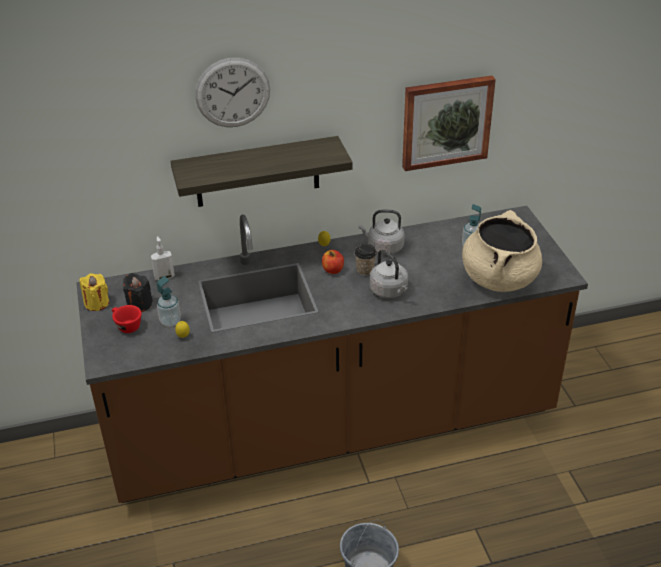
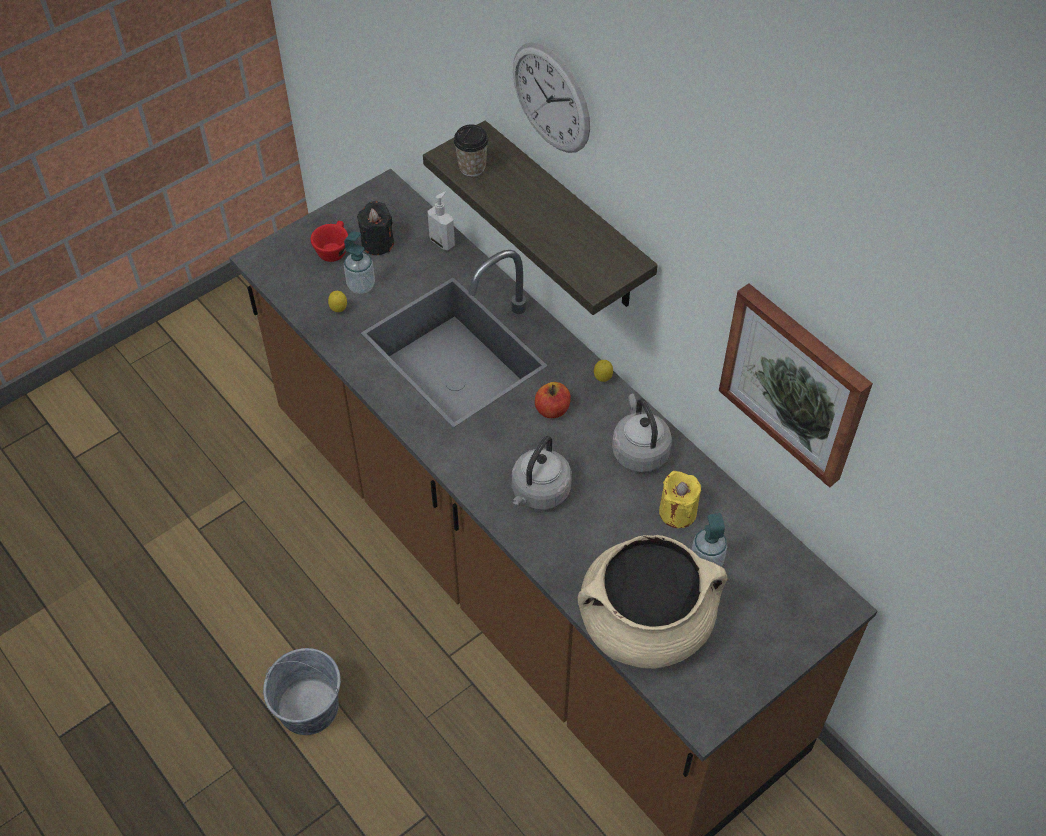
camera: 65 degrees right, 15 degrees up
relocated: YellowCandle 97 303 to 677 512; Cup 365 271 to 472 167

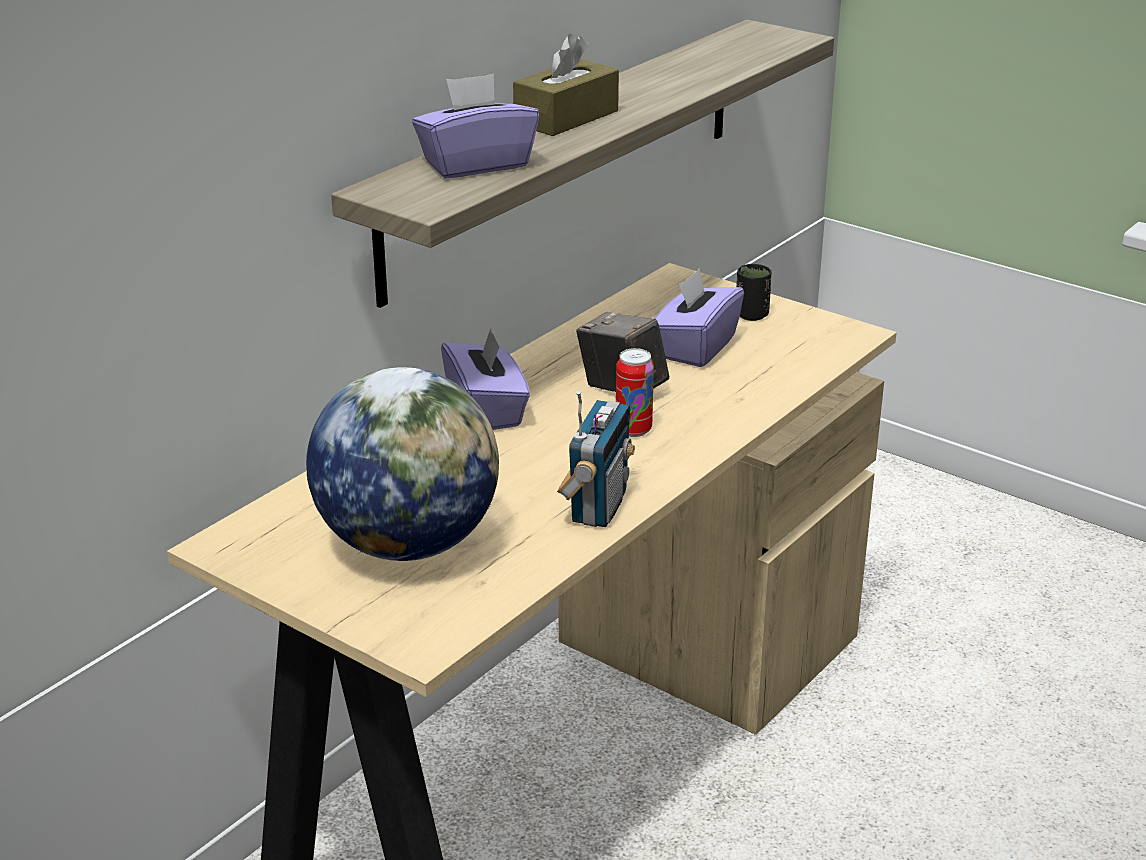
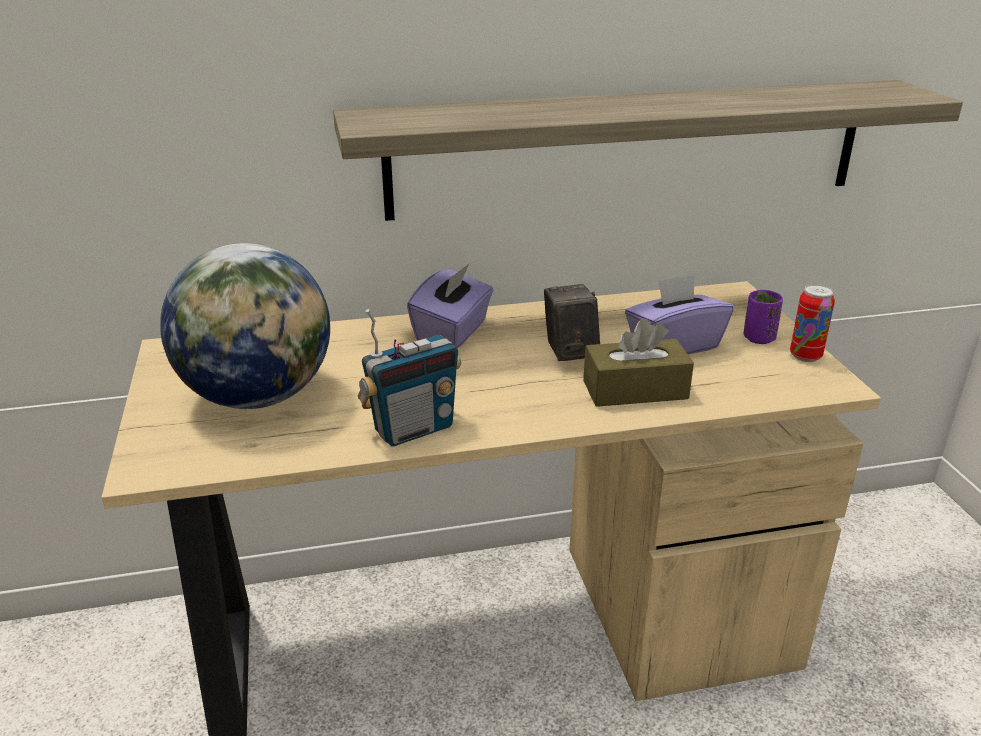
camera: 40 degrees right, 0 degrees up
missing: PurpleTissueBox 476 164
relocated: BrownTissueBox 566 117 to 635 390; Can 633 430 to 805 356
colour: BlackCup 751 315 to PurpleCup 758 338

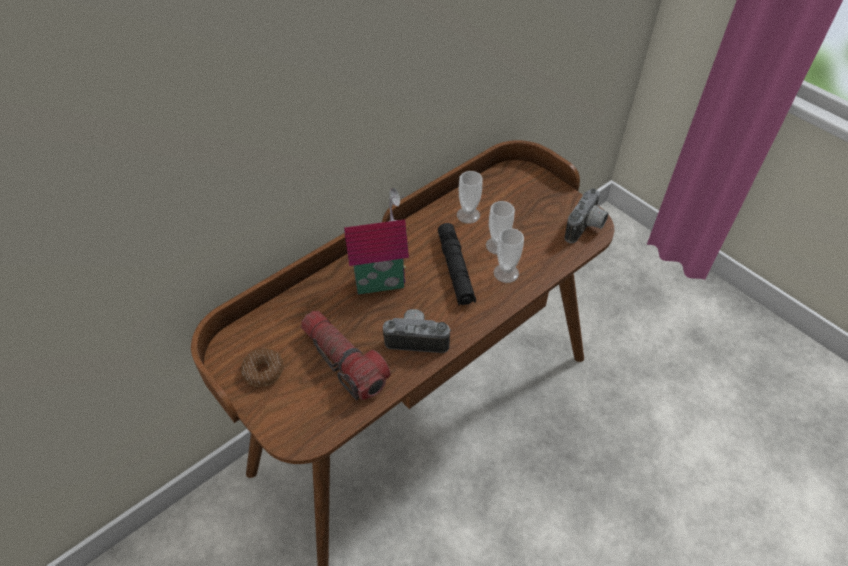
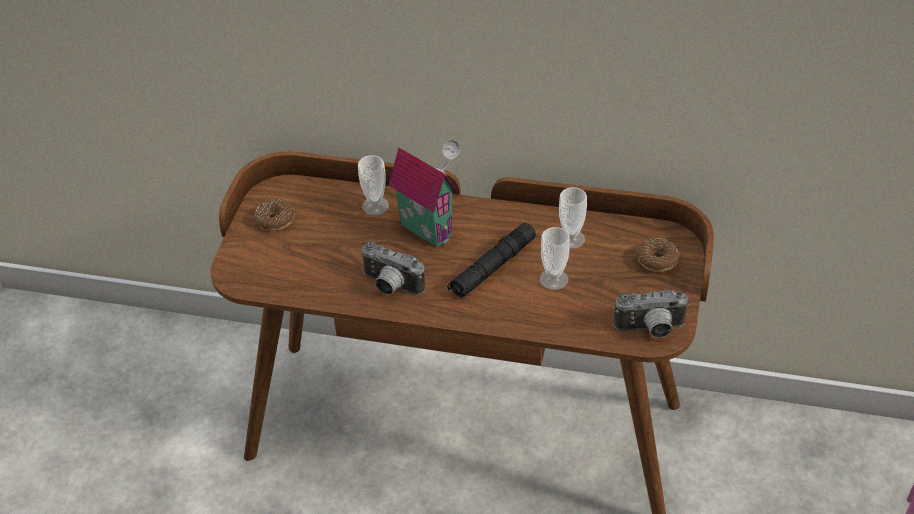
camera: 55 degrees right, 5 degrees down
missing: Flashlight 344 361
appeared: Donut 657 260
relocated: Cup 506 273 to 375 206
spun: PhotoCamera 417 338 = 390 286 150 degrees clockwise

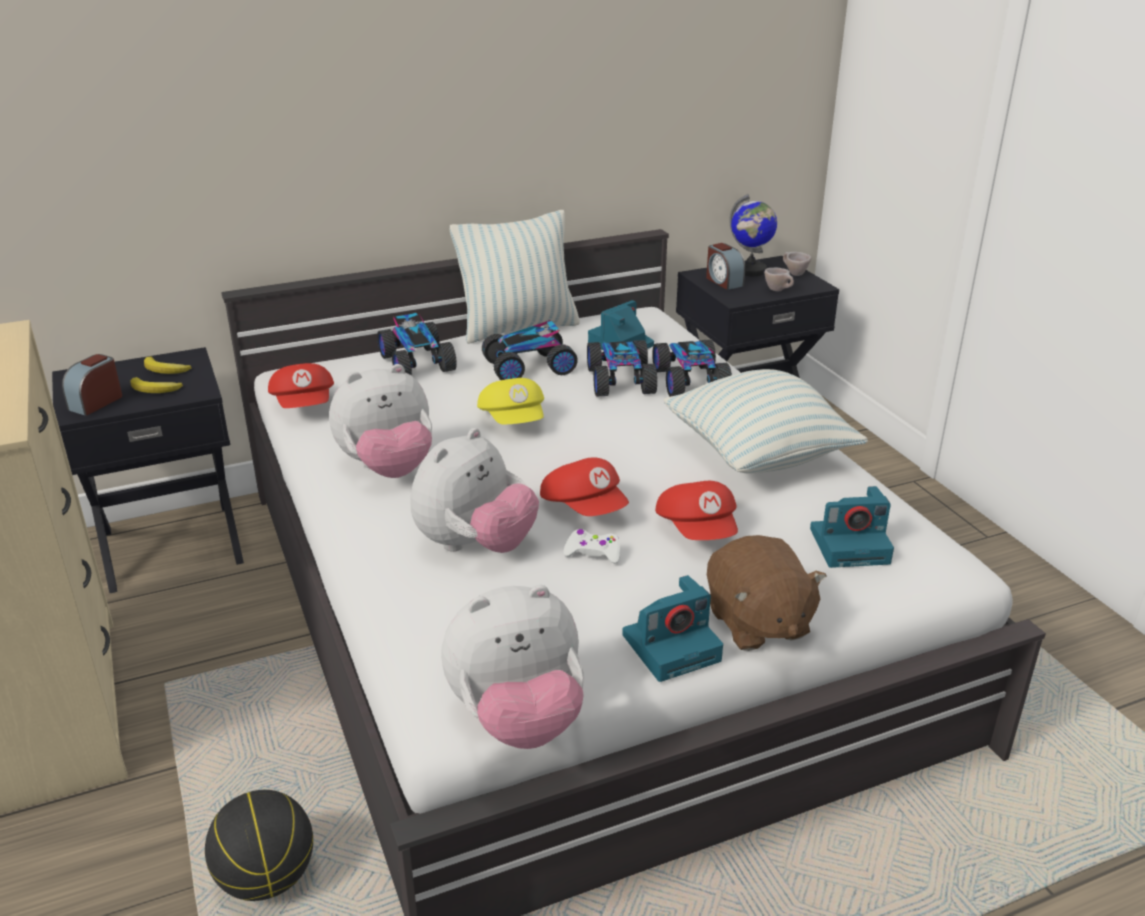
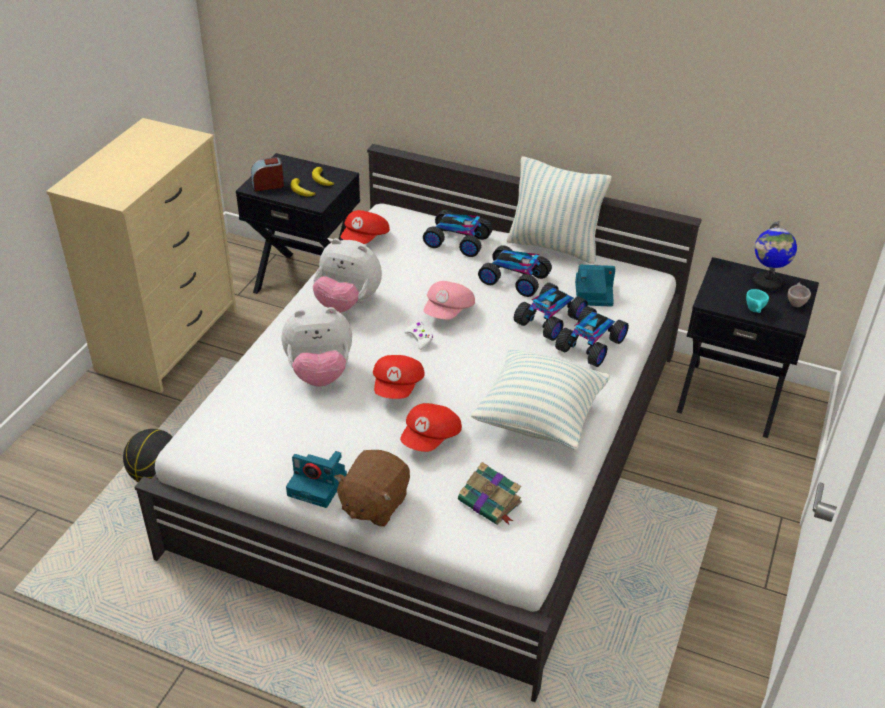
camera: 45 degrees right, 10 degrees up
missing: PlushToy 518 720; AlarmClock 723 281
relocated: WhiteGameController 593 552 to 419 338
exchanged: PhotoCamera 851 545 to Book 490 502
colour: YellowCap 514 421 to PinkCap 449 311; BeigeCup 779 290 to TurquoiseCup 755 311
spun: ToyCar 416 363 = 457 241 90 degrees clockwise

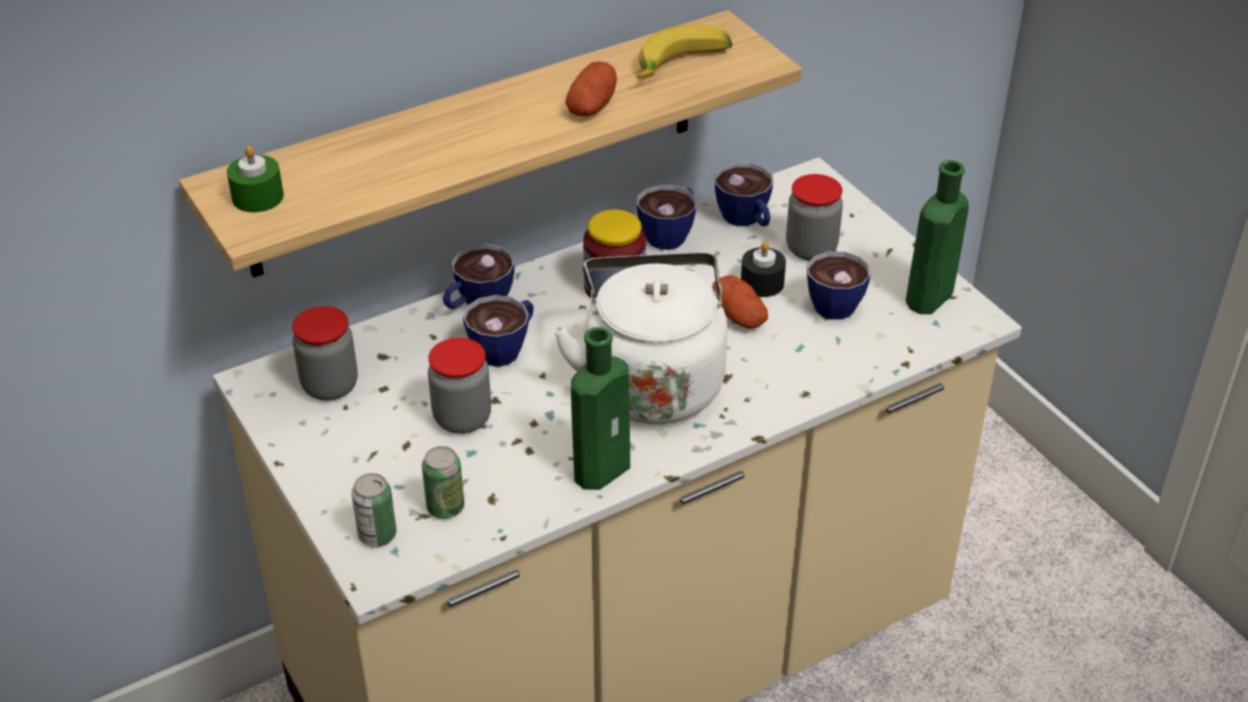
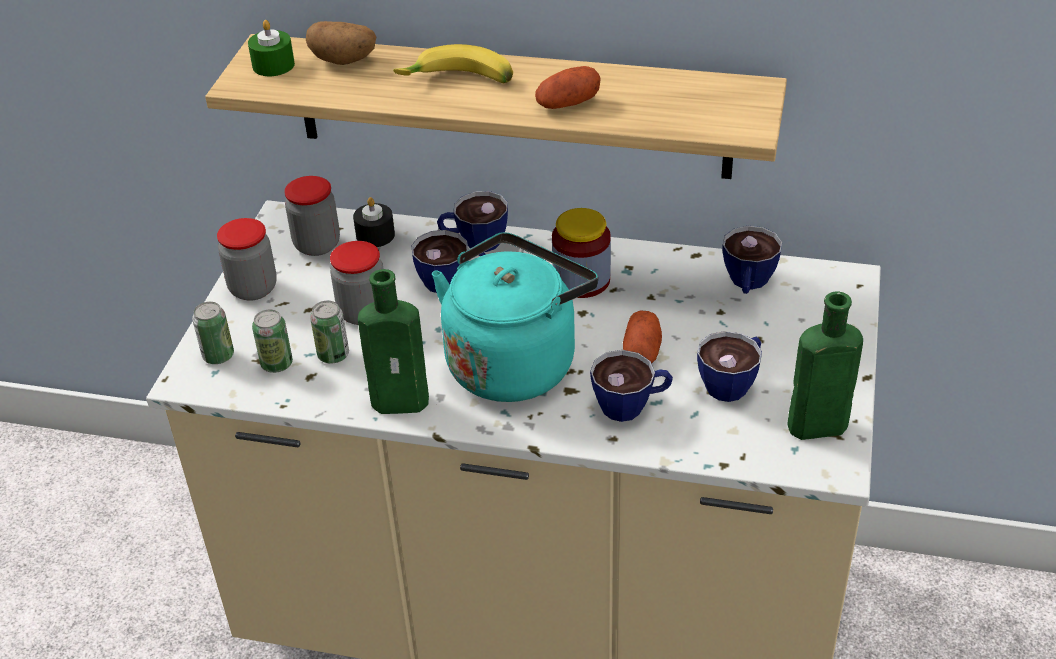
camera: 45 degrees right, 0 degrees up
appeared: Potato 344 60; Can 333 355
relocated: Banana 682 67 to 458 82; Cup 671 233 to 632 405; BlackCandle 762 283 to 375 235; Jar 811 249 to 253 288
colour: WhiteKettle 651 381 to TurquoiseKettle 515 362

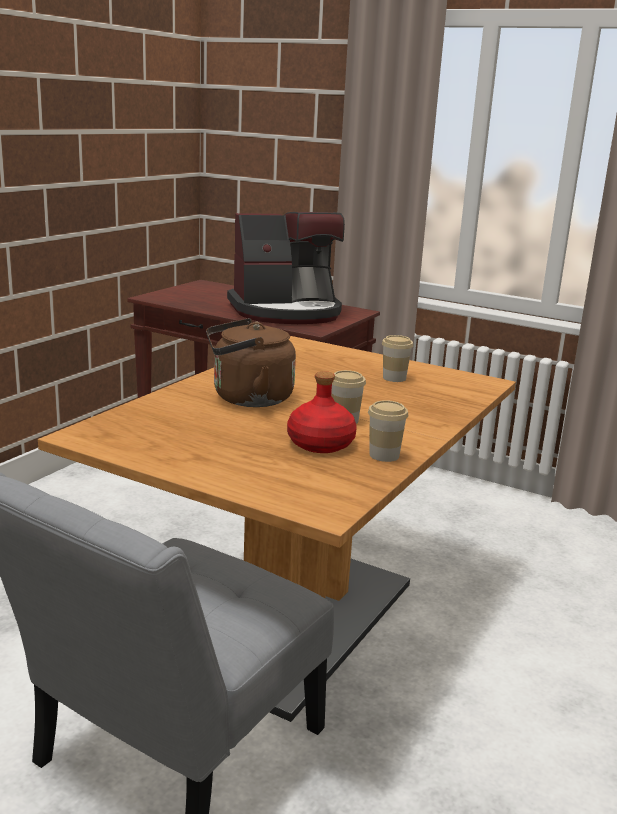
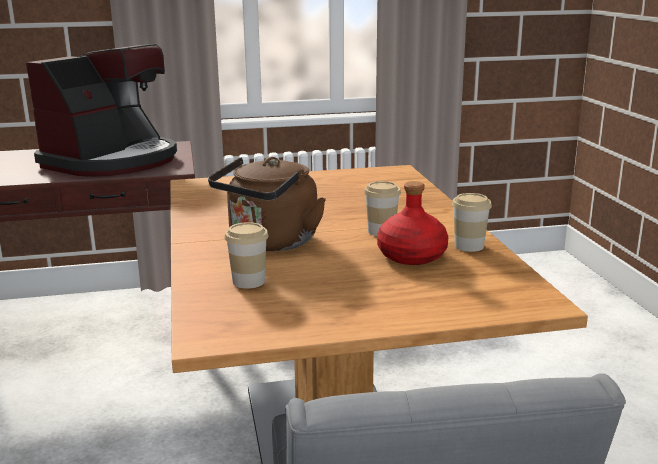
camera: 40 degrees left, 0 degrees up
relocated: Cup 394 378 to 248 281

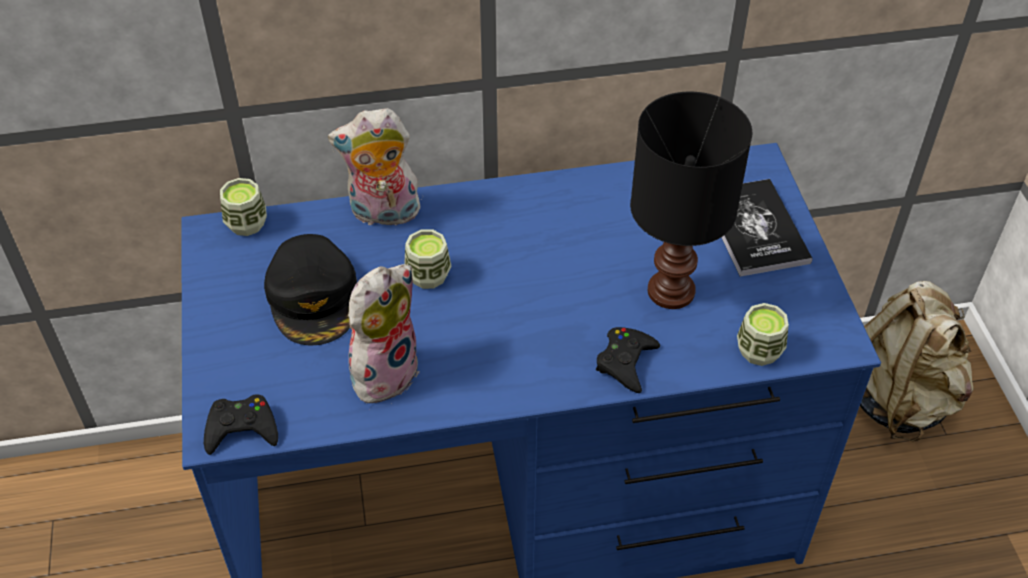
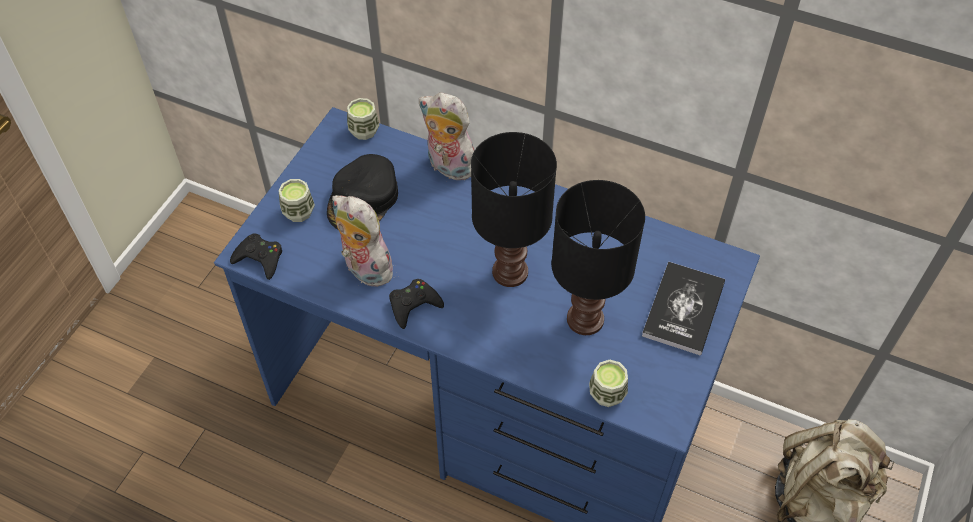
camera: 35 degrees right, 5 degrees up
appeared: BlackTableLamp 509 273
relocated: Cup 428 275 to 298 212; BlackGameController 626 362 to 414 305
spun: PlushToy 383 371 = 364 269 120 degrees counterclockwise

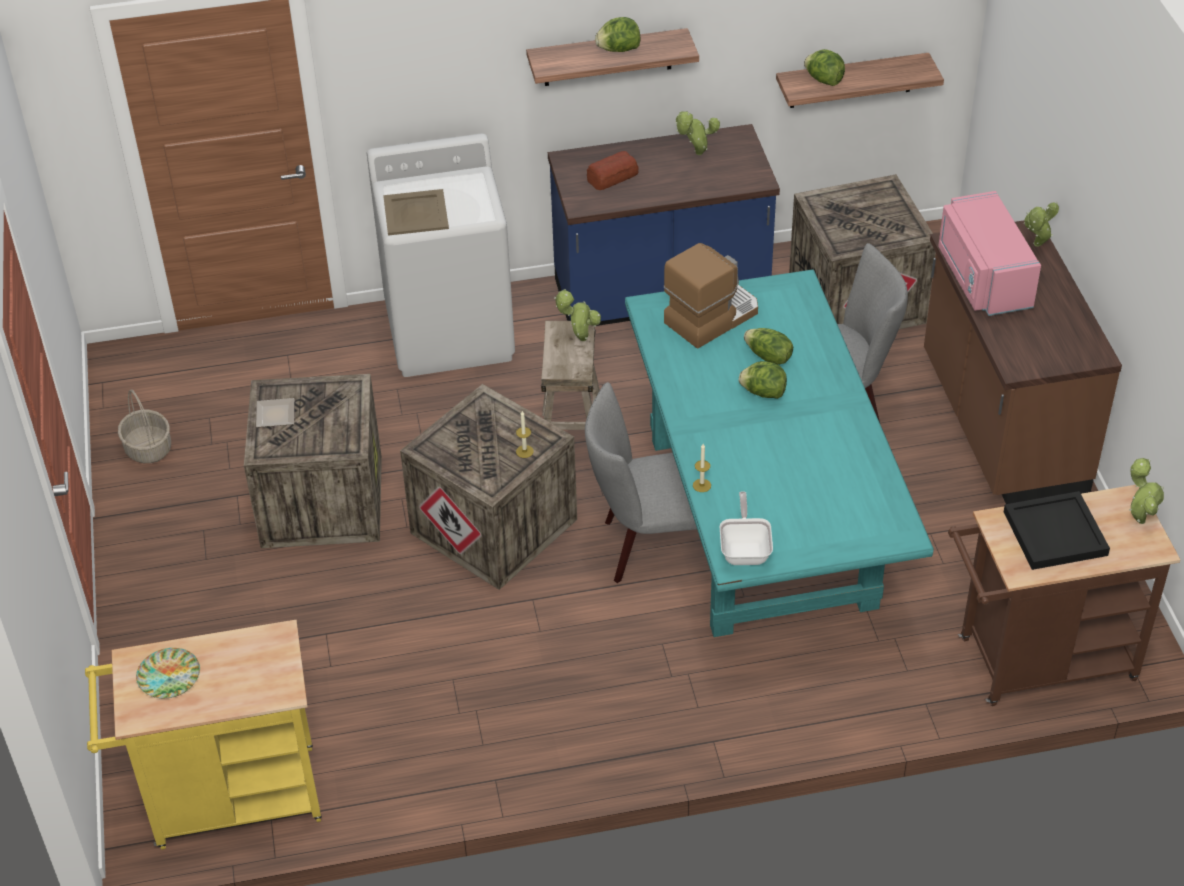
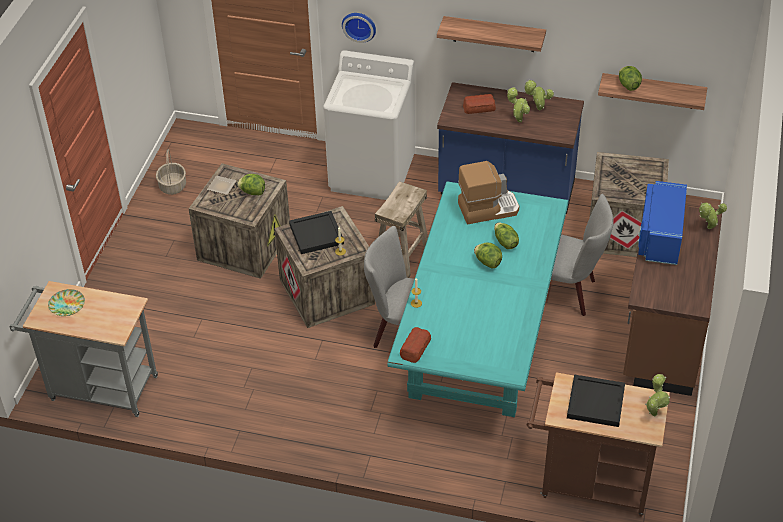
camera: 25 degrees right, 0 degrees up
missing: BeigeTray 416 212
appeared: BlackTray 317 234; WallClock 359 25
relocated: PottedPlant 580 338 to 518 120; Lettuce 618 50 to 252 192
exchanged: FryingPan 745 549 to Bread 416 348
colour: YellowCart 225 801 to GreyCart 97 388; PinkMicrowave 982 278 to BlueMicrowave 659 237

